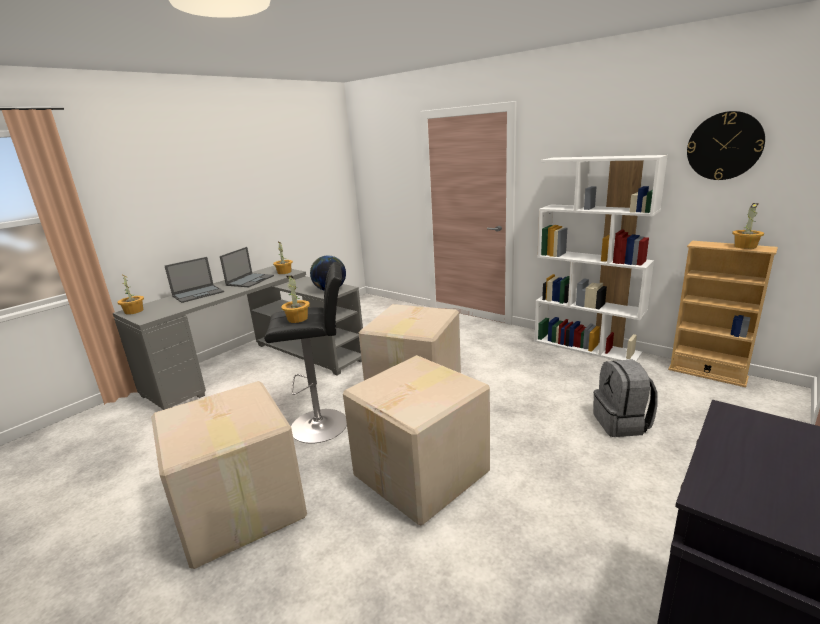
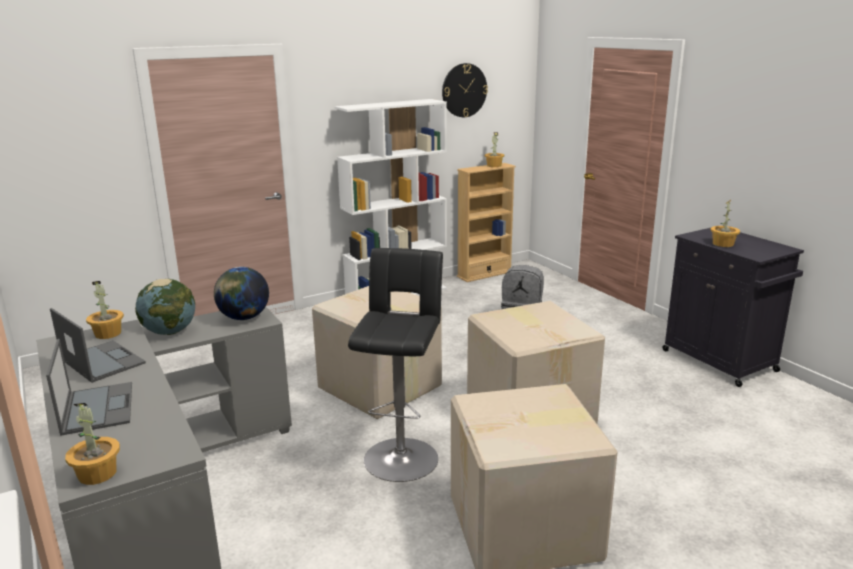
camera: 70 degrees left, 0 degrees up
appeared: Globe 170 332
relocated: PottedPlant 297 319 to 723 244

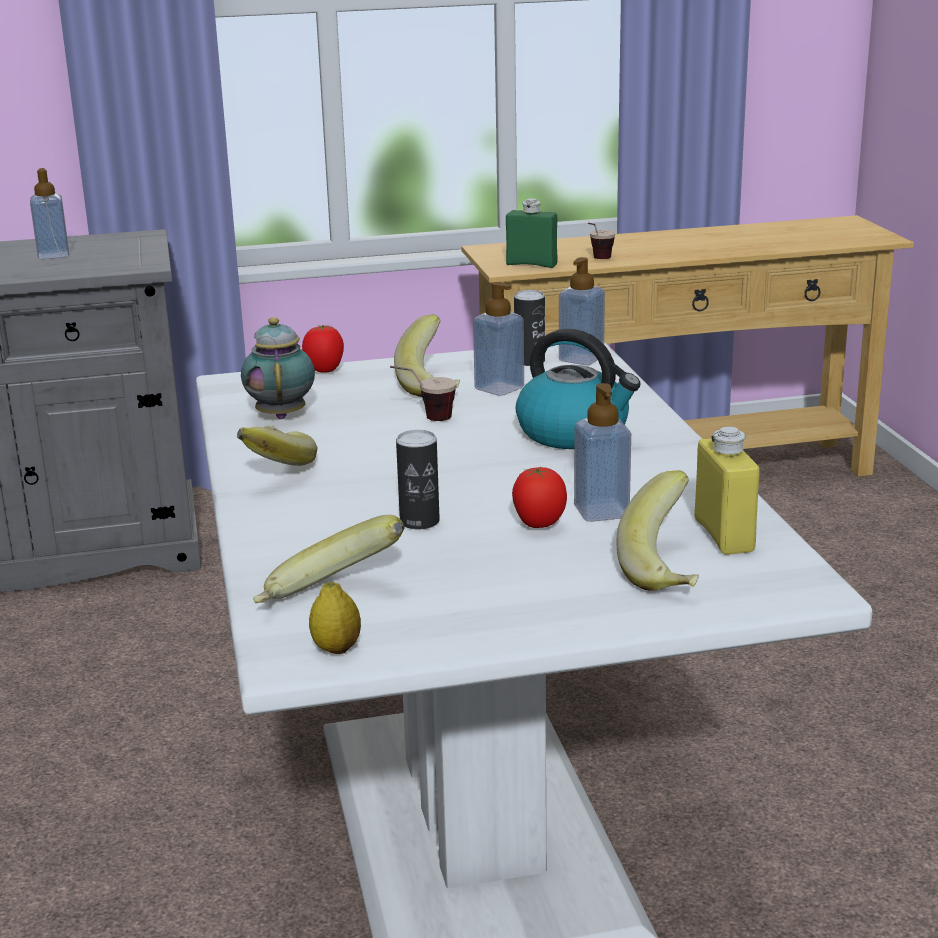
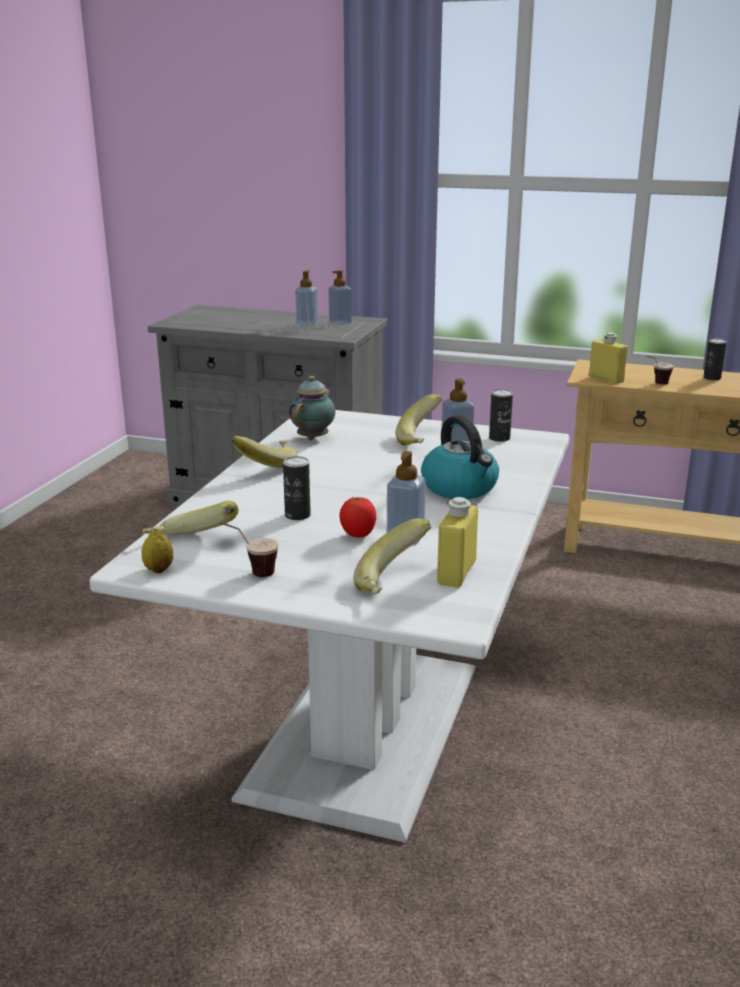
camera: 30 degrees right, 0 degrees up
missing: Tomato 325 371
appeared: Can 712 378
relocated: Cup 424 420 to 250 572; SoapDispenser 581 359 to 340 322
colour: GreenBottle 531 264 to YellowBottle 606 379

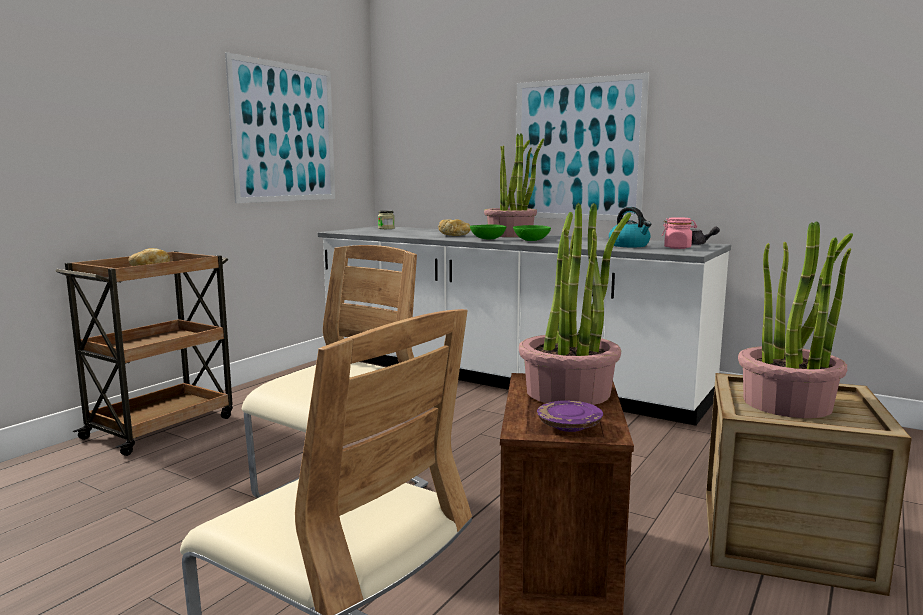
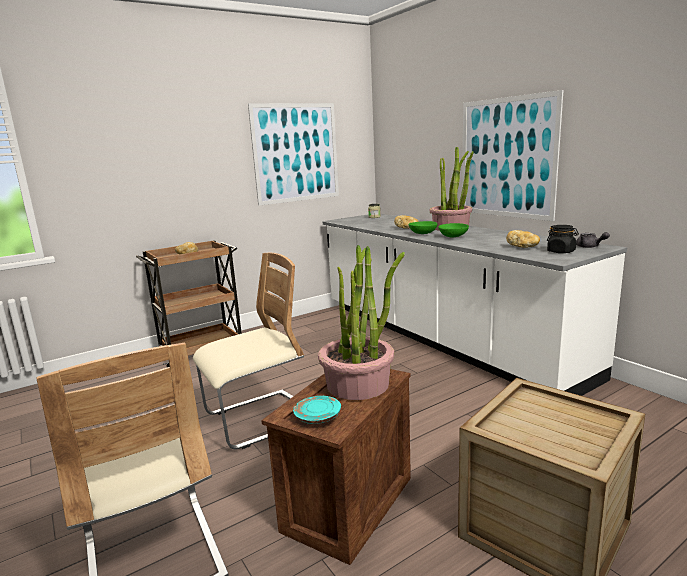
camera: 25 degrees right, 5 degrees up
missing: PottedPlant 787 404
exchanged: Kettle 629 245 to Bread 523 246
colour: PurplePlate 569 426 to TurquoisePlate 317 417; PinkJar 678 248 to BlackJar 561 251

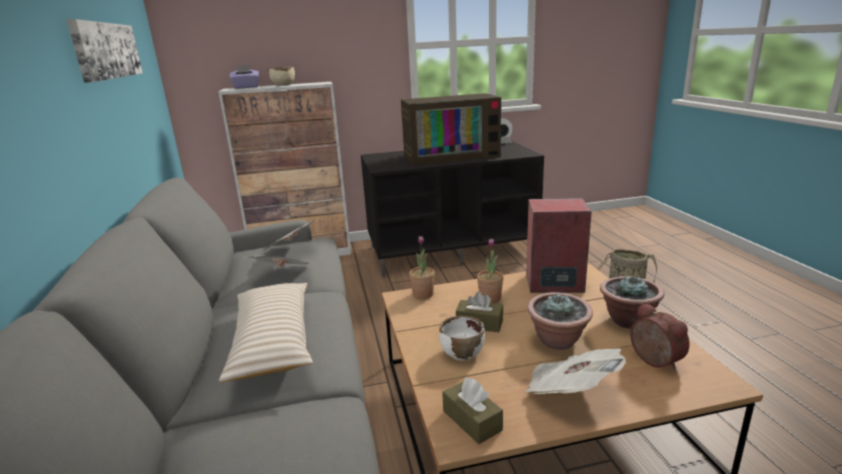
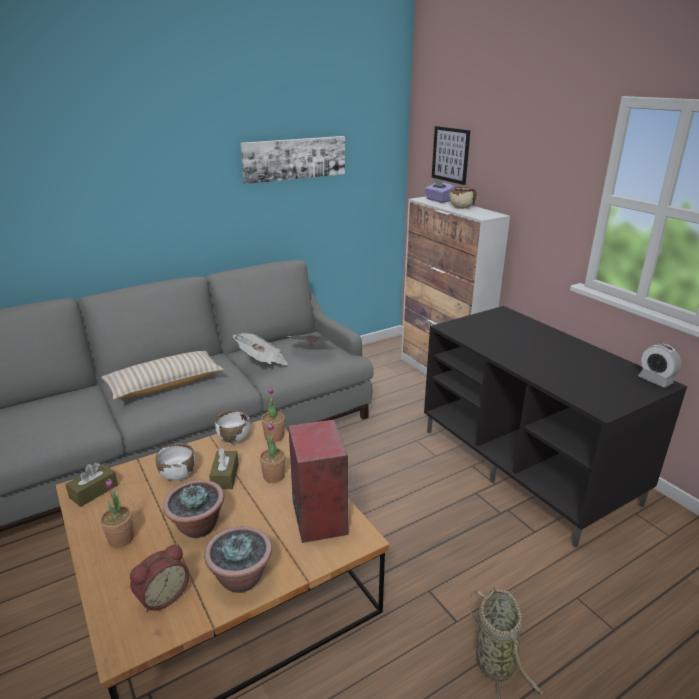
camera: 70 degrees right, 5 degrees up
missing: Television 451 155
appeared: WhiteBowl 233 438; Picture 450 155
exchanged: Newspaper 569 391 to PottedPlant 121 538

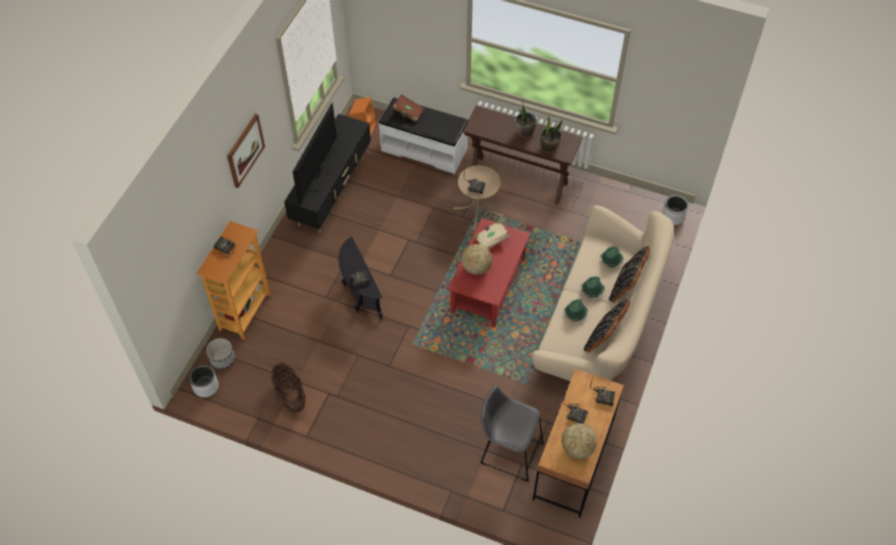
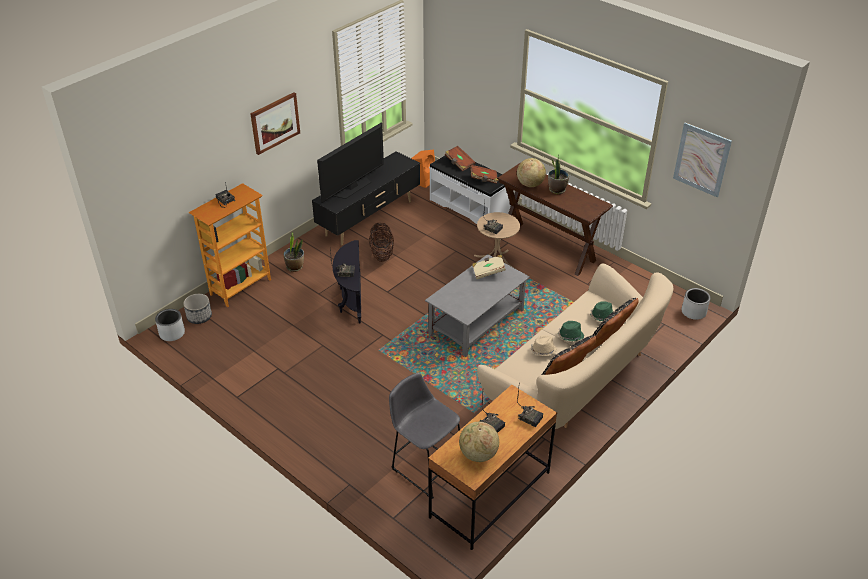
camera: 20 degrees right, 15 degrees down
appeared: BrownBook 483 179; Picture 702 159
relocated: Basket 290 396 to 382 254; Globe 476 267 to 530 184; PottedPlant 549 147 to 295 267
colour: RedCoffeeTable 488 286 to GreyCoffeeTable 476 323; GreenHat 575 313 to BeigeHat 543 351

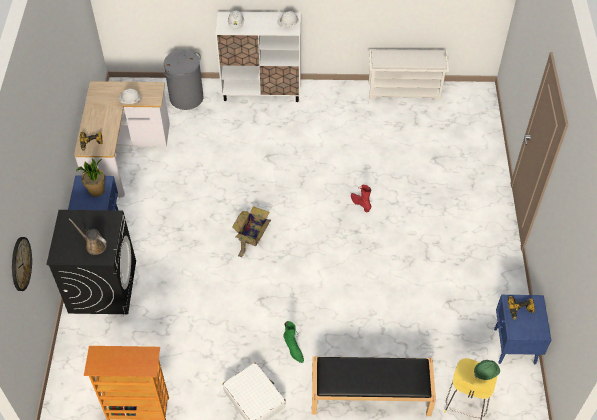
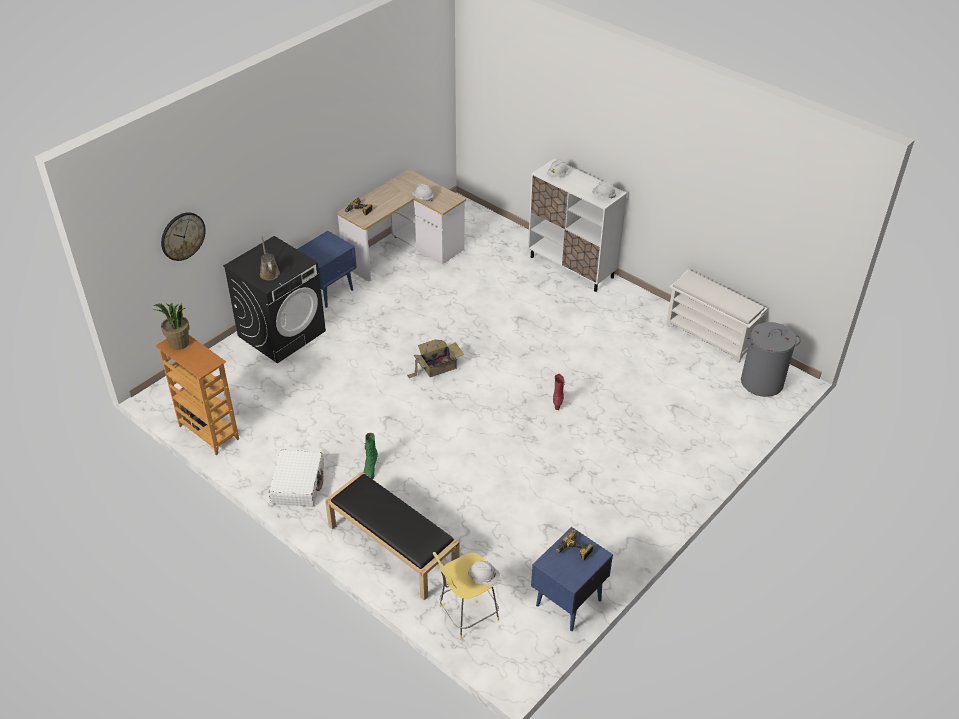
camera: 40 degrees right, 10 degrees down
relocated: PottedPlant 97 190 to 179 344; GreyLaundryBasket 186 98 to 761 382
colour: GreenHardHat 486 372 to WhiteHardHat 483 578

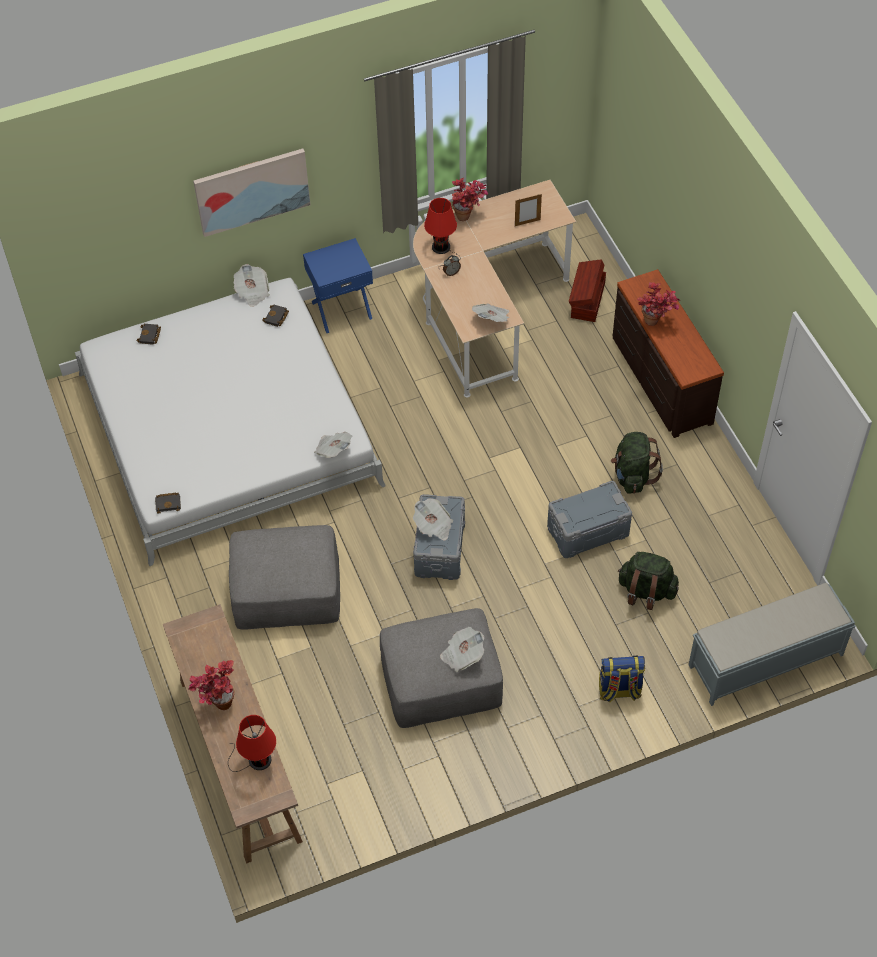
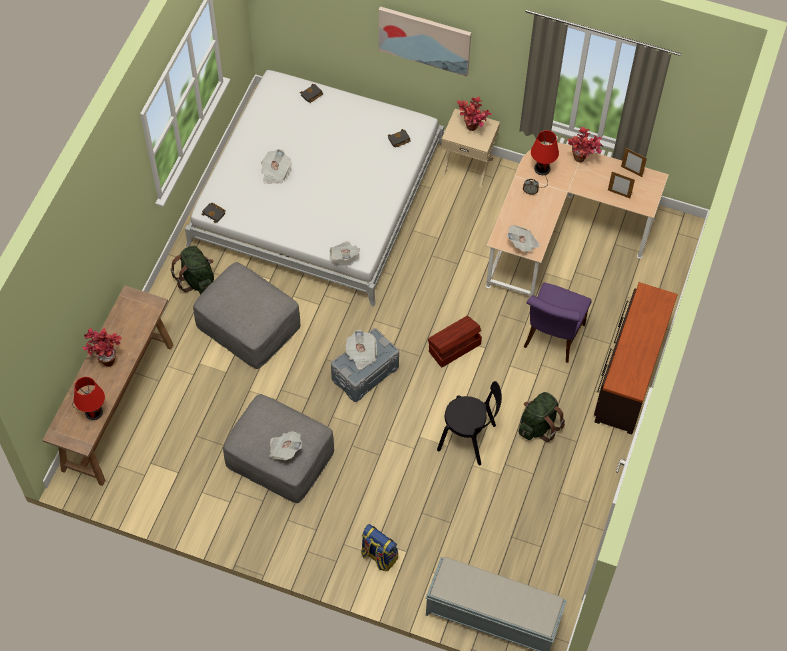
camera: 40 degrees right, 5 degrees up
appeared: PurpleChair 552 339; PictureFrame 631 171
relocated: Newspaper 252 292 to 275 172; BrownStorageBox 587 300 to 454 347; GreenBackpack 646 591 to 197 280; PottedPlant 655 323 to 472 130
exchanged: GreyStorageBox 588 531 to BlackChair 469 438
colour: BlueNightstand 341 309 to BeigeNightstand 468 166

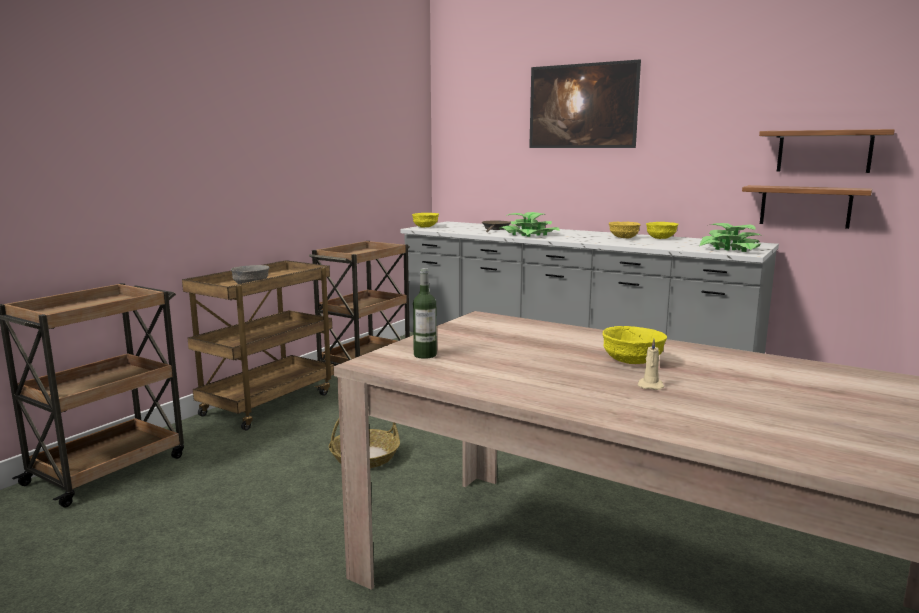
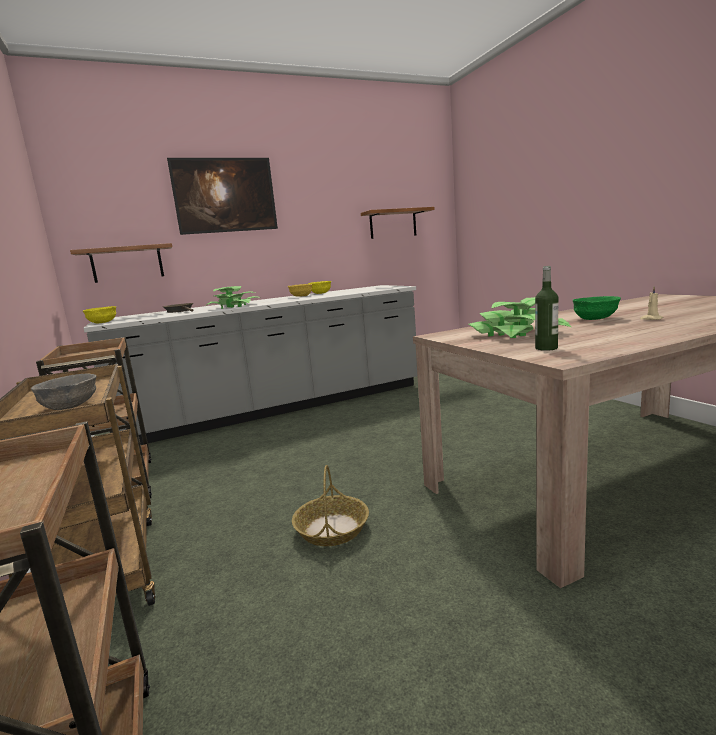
camera: 55 degrees left, 0 degrees up
relocated: PottedPlant 730 249 to 516 334; Shelf 805 206 to 127 263
colour: YellowBowl 631 362 to GreenBowl 595 319

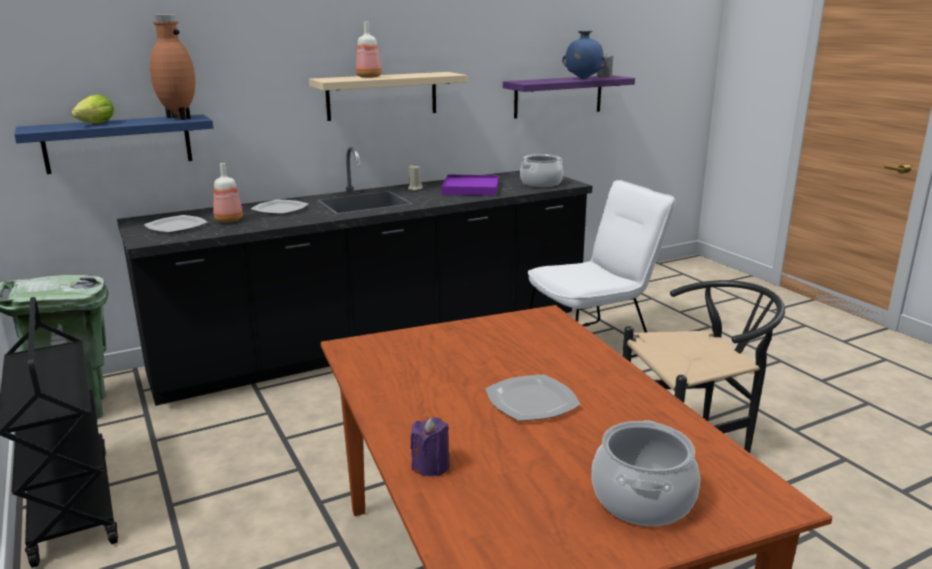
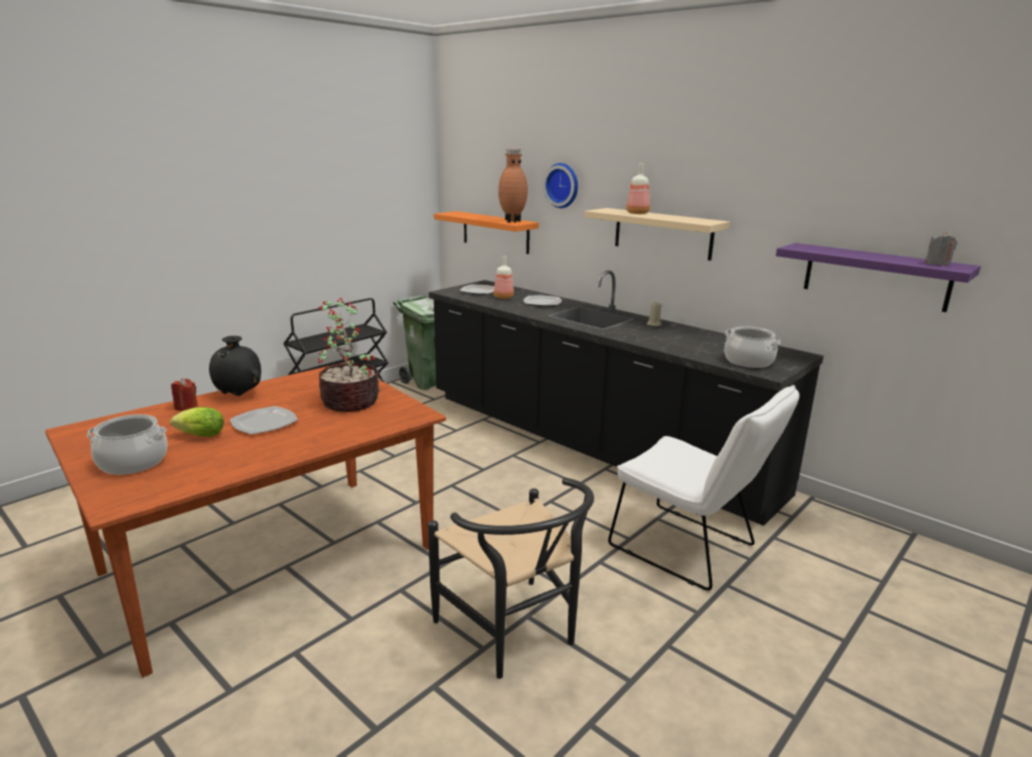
camera: 70 degrees right, 0 degrees up
missing: PurpleTray 470 188; BlueVase 582 79
appeared: BlackVase 239 395; PottedPlant 349 401; WallClock 563 185
relocated: Lettuce 94 124 to 198 436
colour: BlueShelf 118 143 to OrangeShelf 495 232; PurpleCandle 431 466 to RedCandle 186 407

